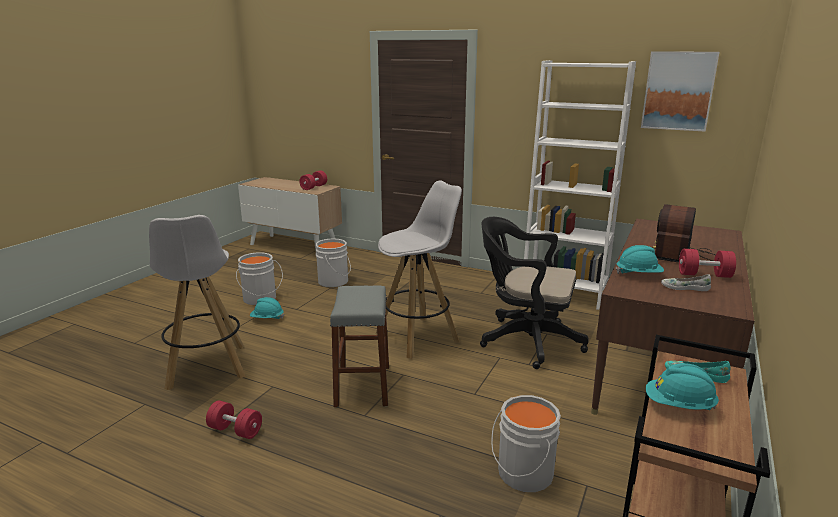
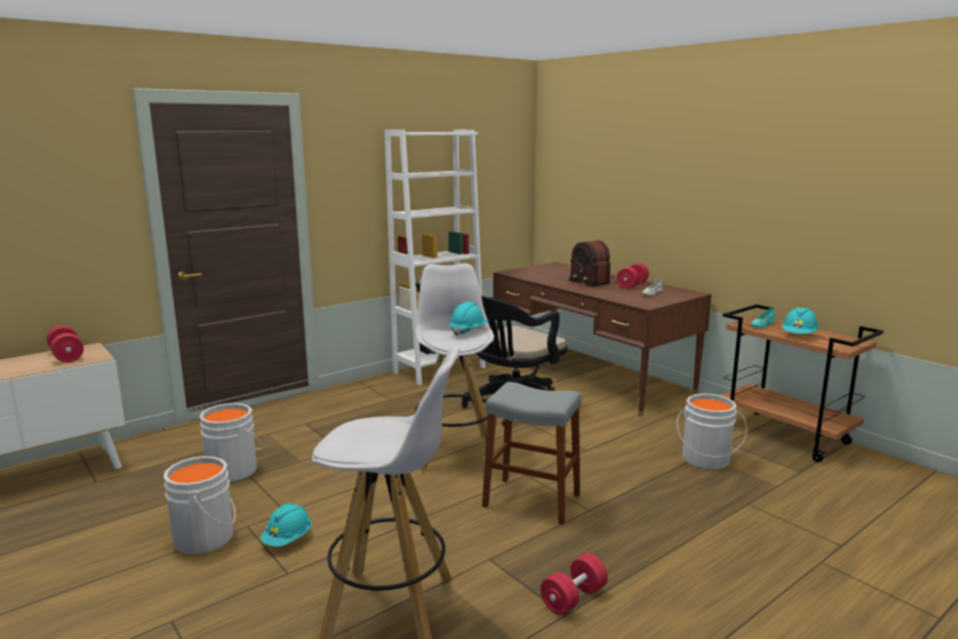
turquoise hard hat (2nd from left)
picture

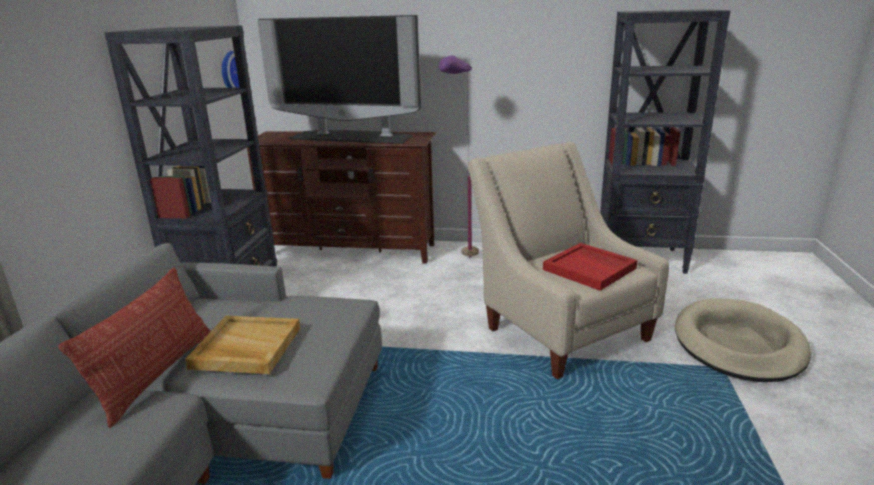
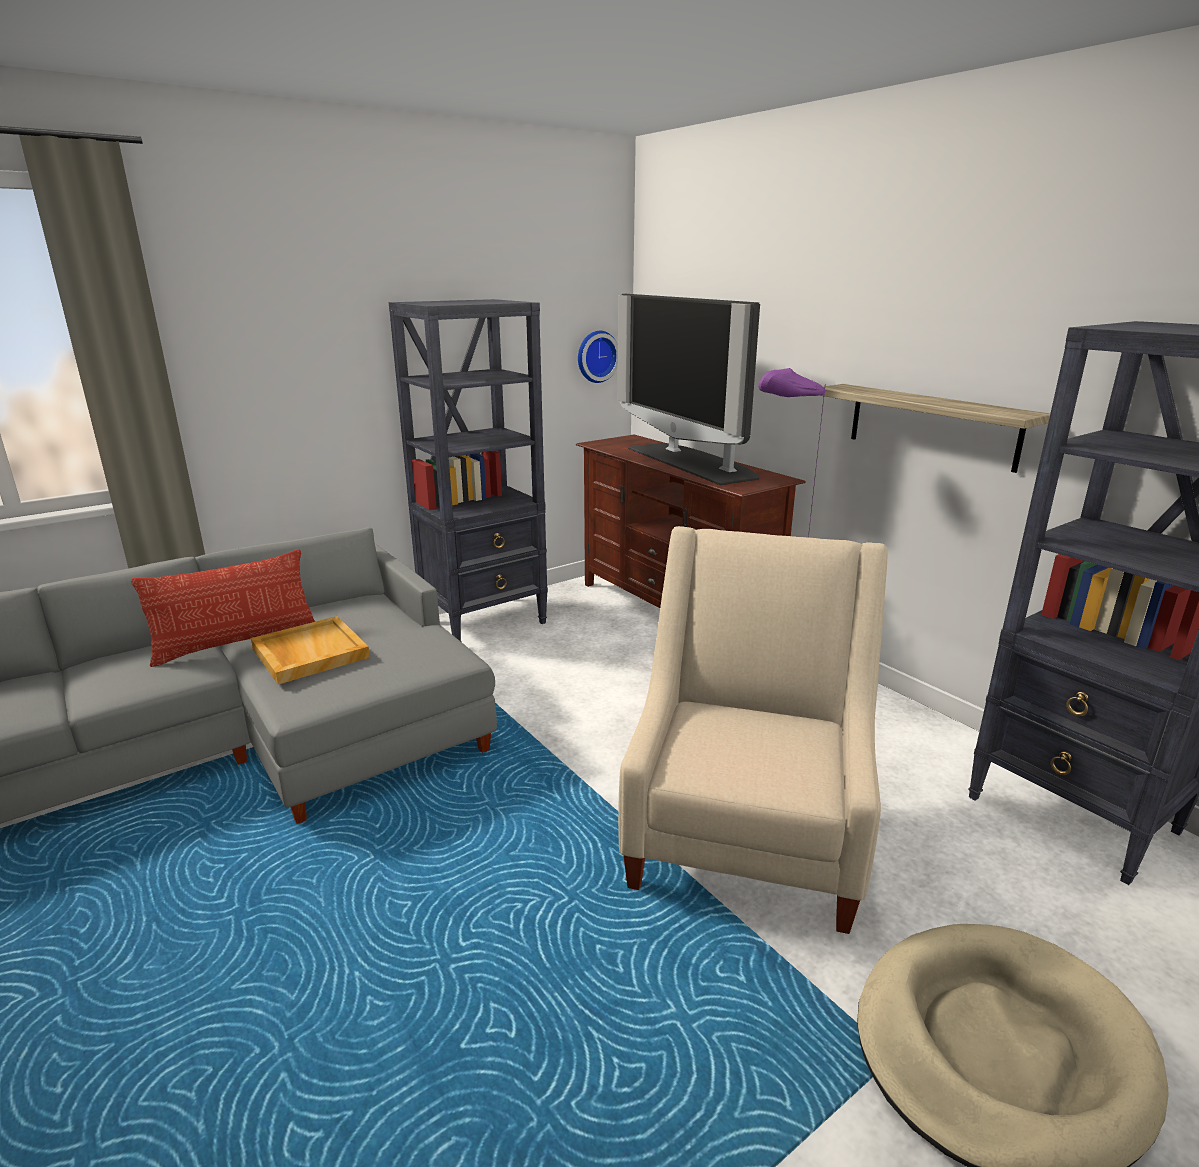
red tray
shelf

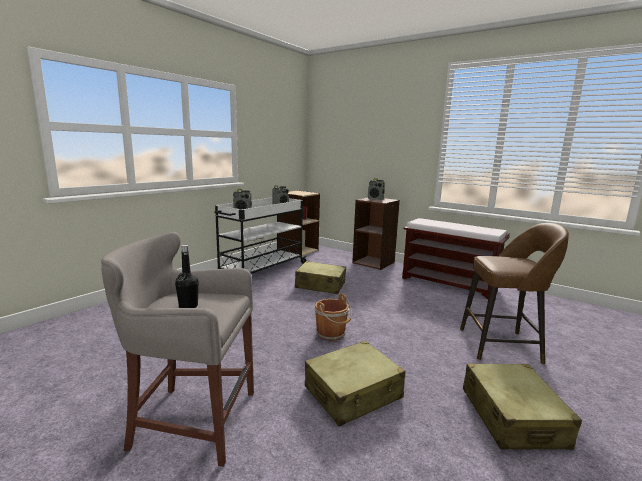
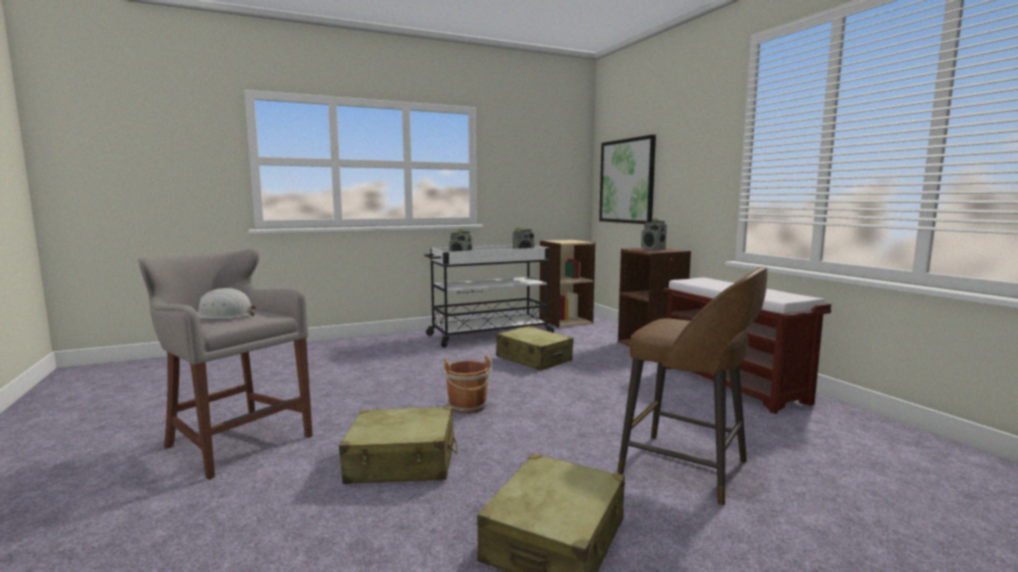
white hard hat
picture

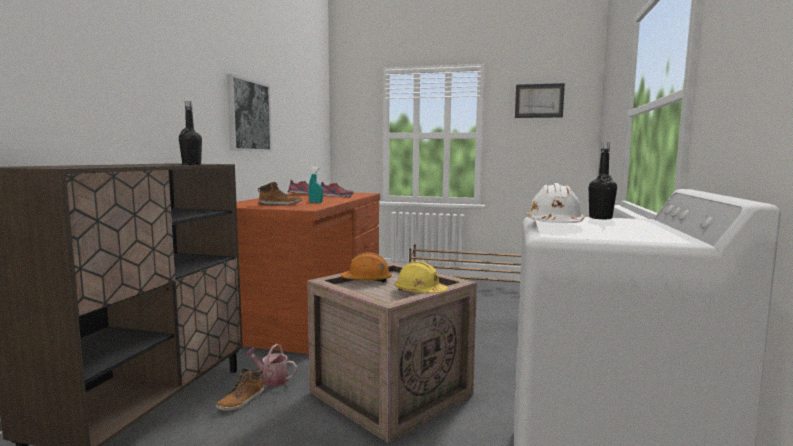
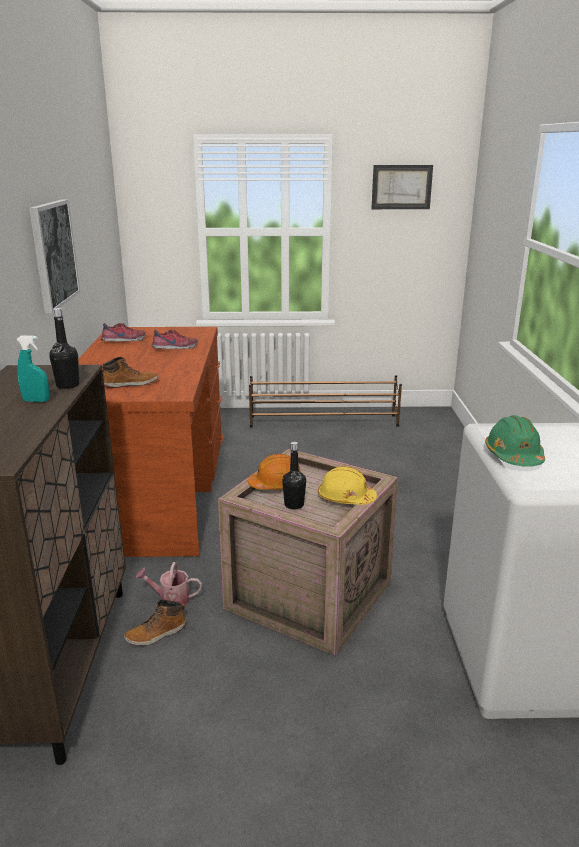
boot (2nd from left)
turquoise spray bottle
green hard hat
black bottle (2nd from left)

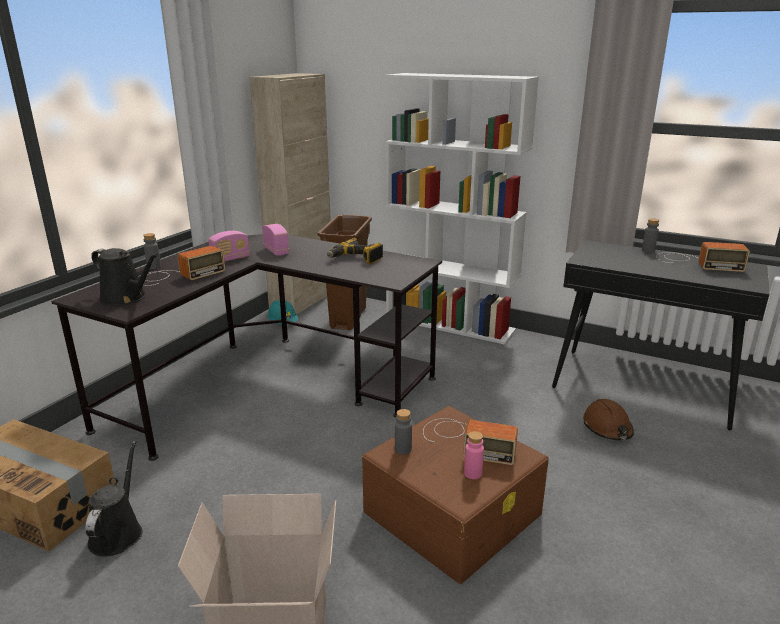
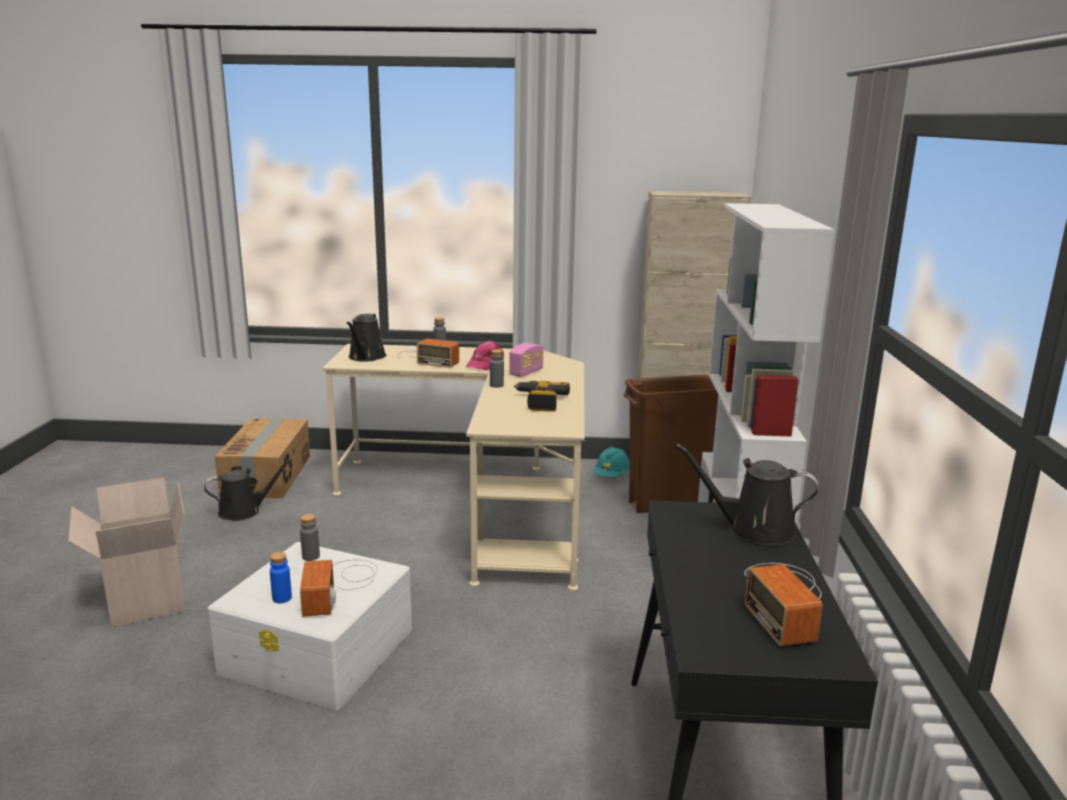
beige desk
pink cap
white storage box
blue bottle
brown hard hat
grey bottle (3rd from left)
black watering can (3rd from left)

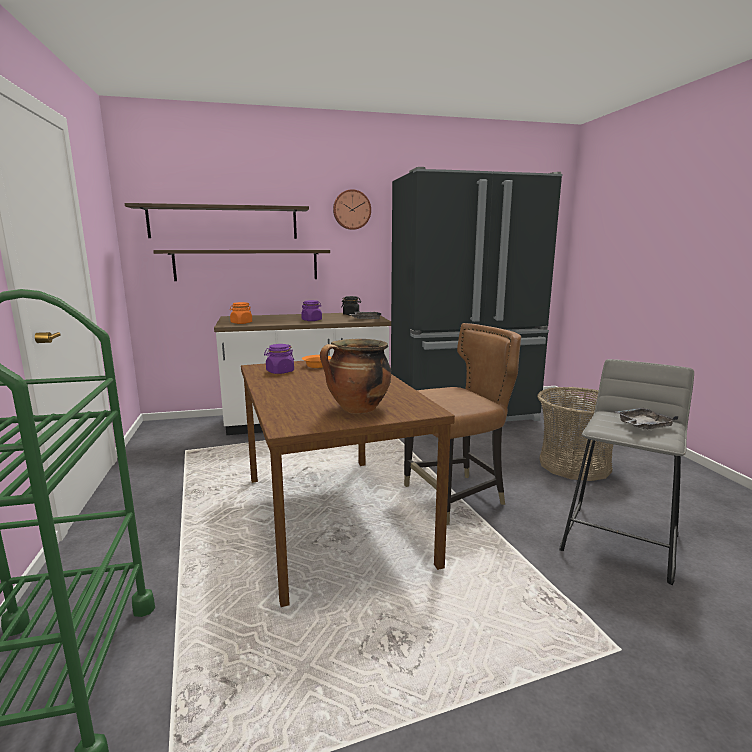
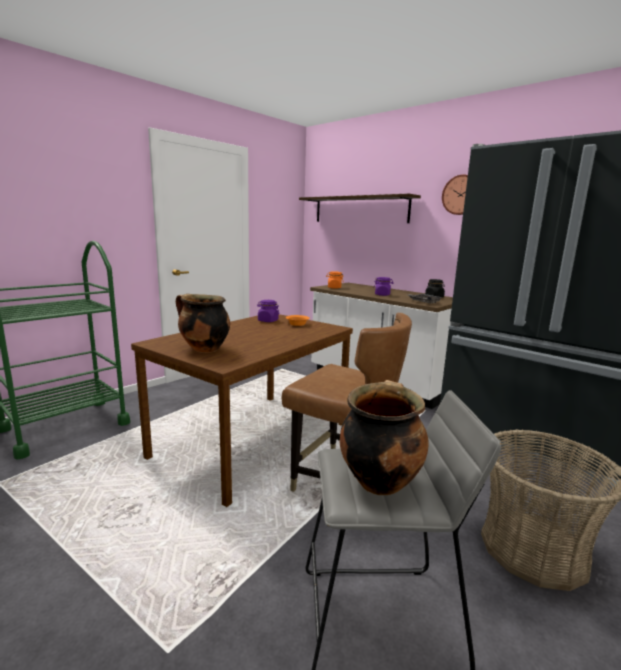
shelf (2nd from left in the first image)
cooking pot (2nd from left)

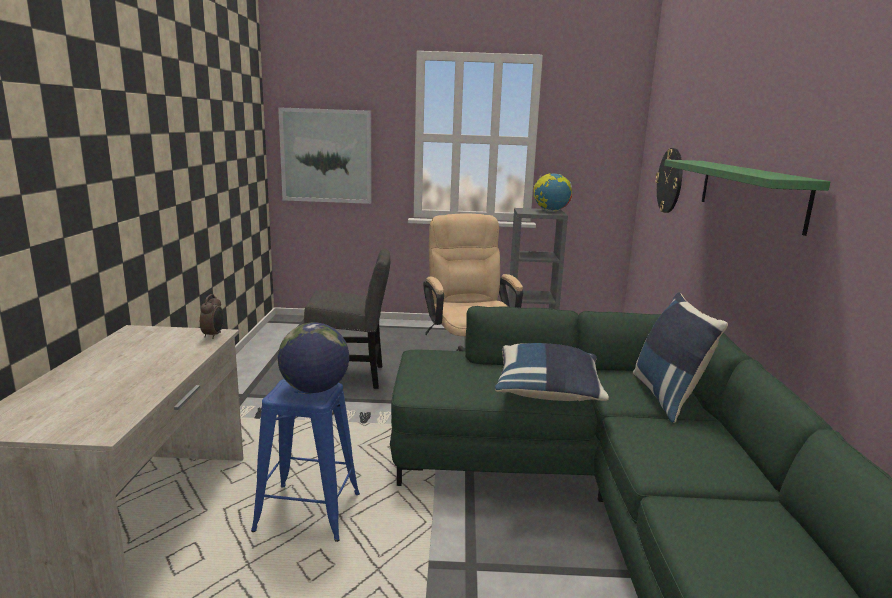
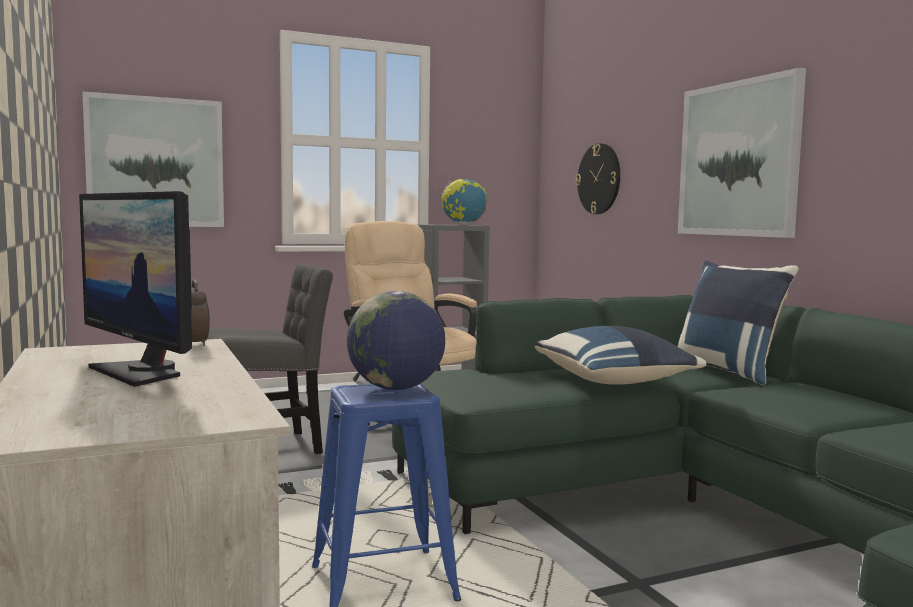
picture (2nd from left)
monitor

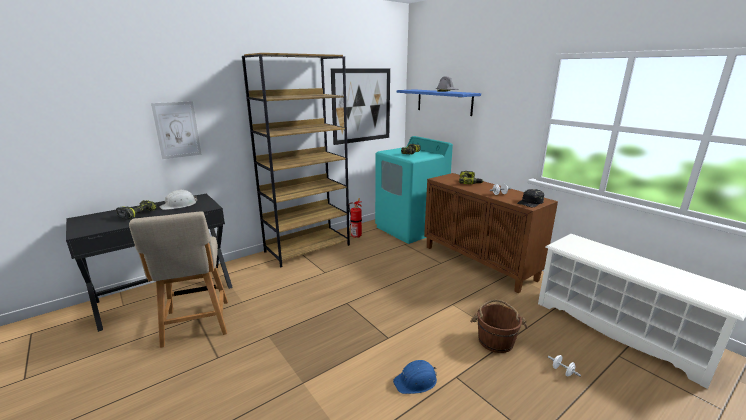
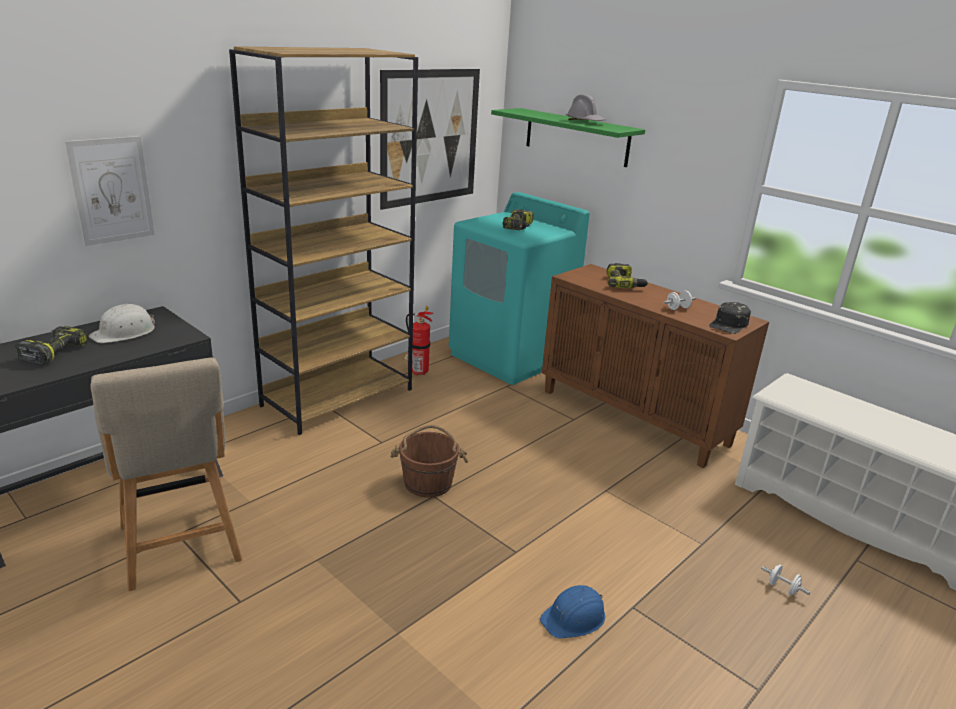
green shelf
brown bucket

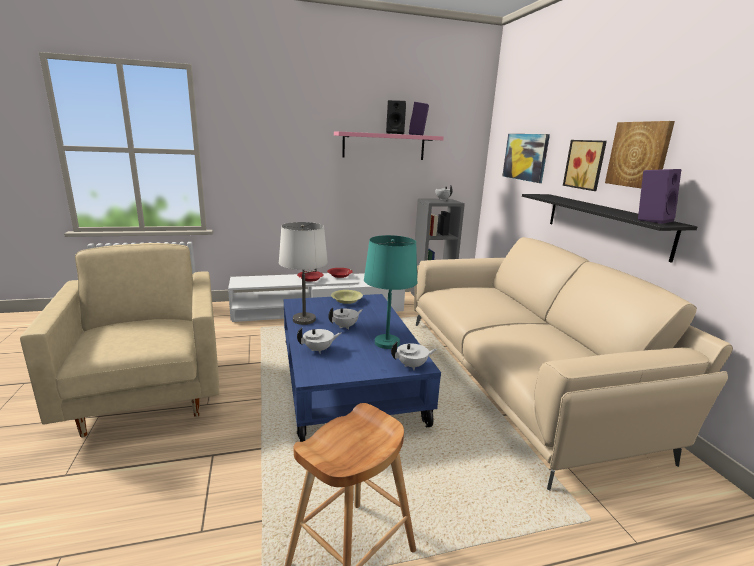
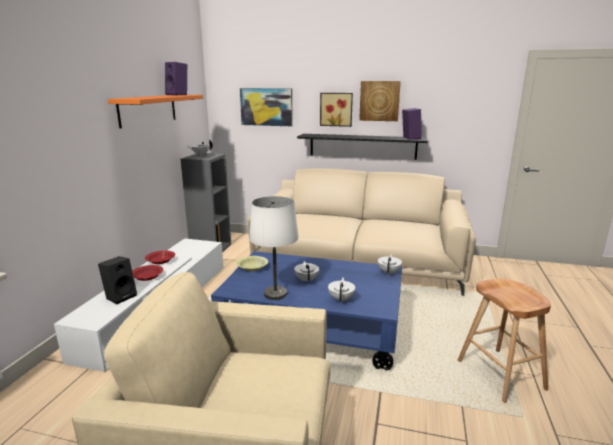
orange shelf
turquoise table lamp
black speaker

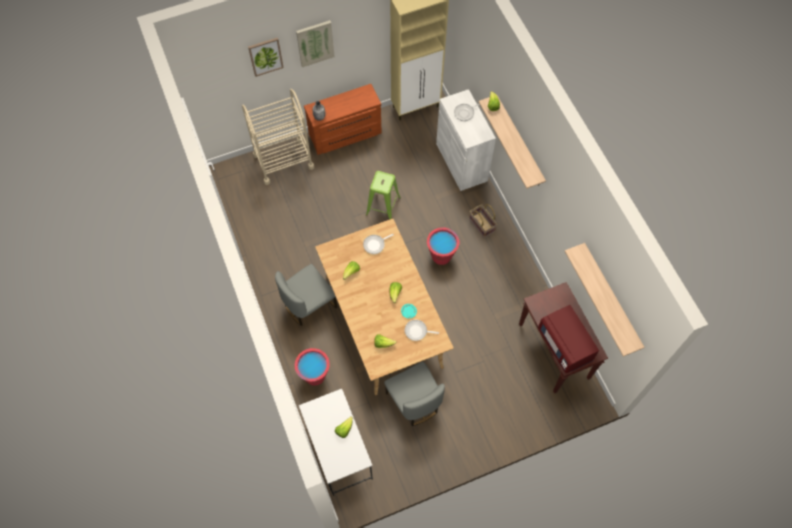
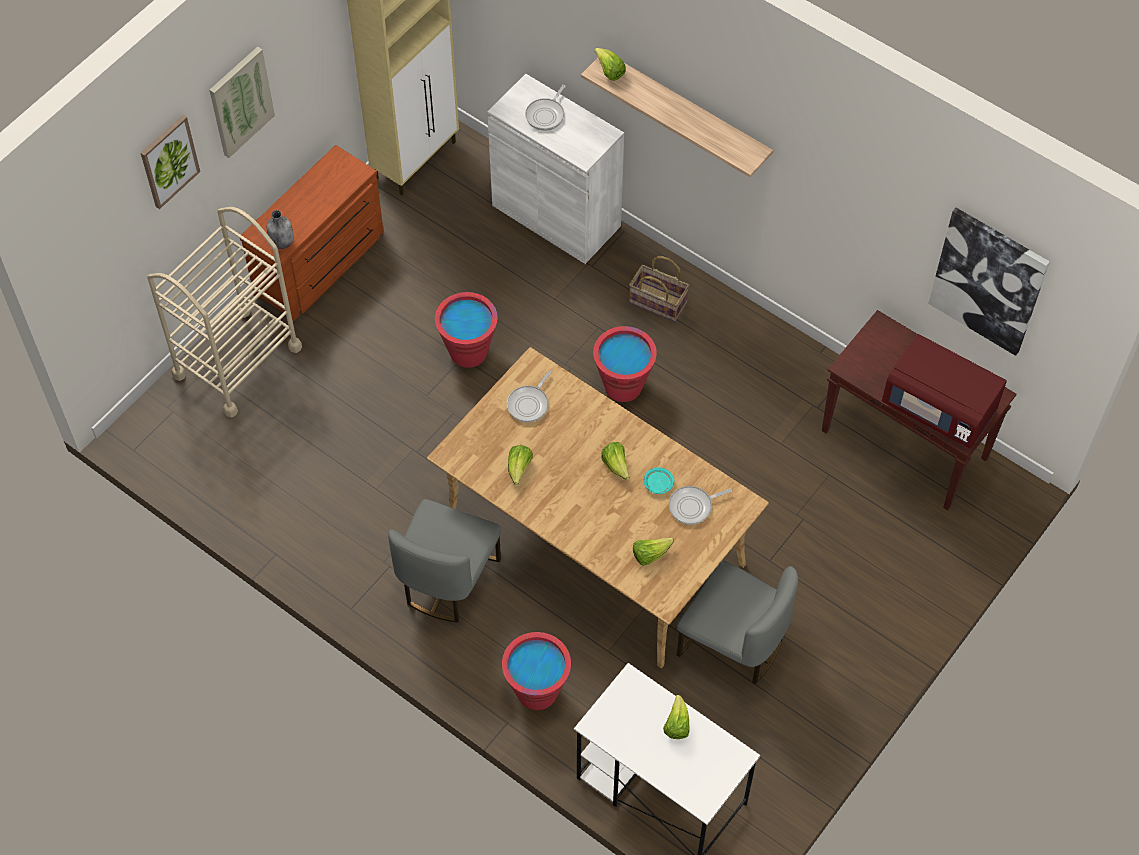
red bucket (1st from left)
picture (3rd from left)

